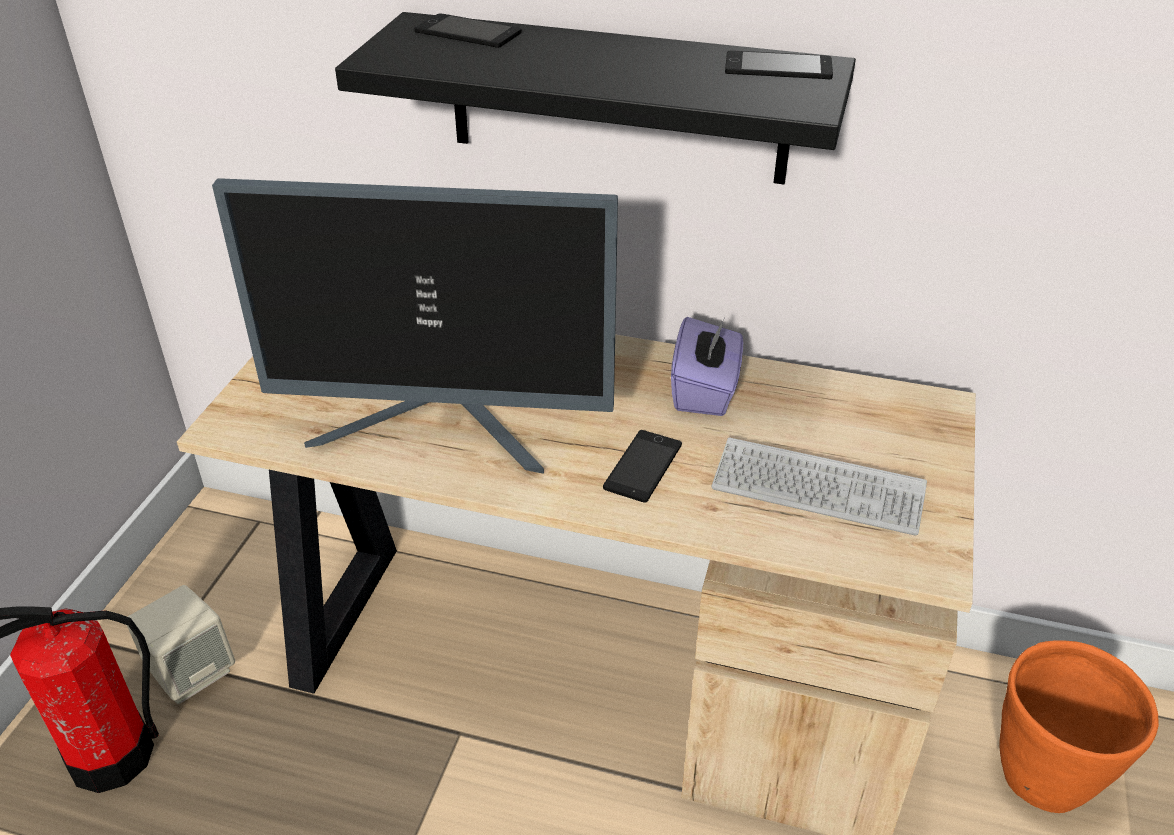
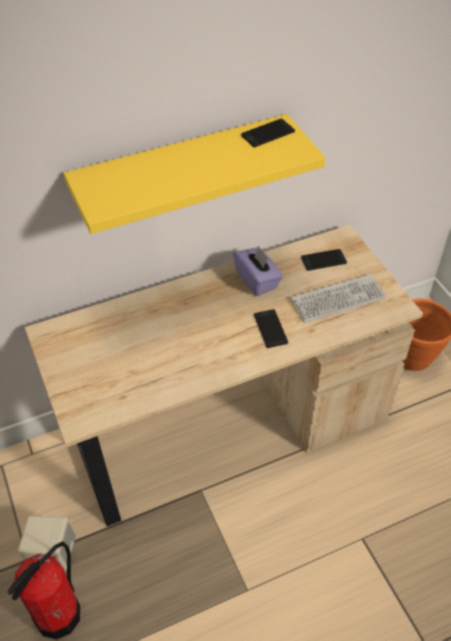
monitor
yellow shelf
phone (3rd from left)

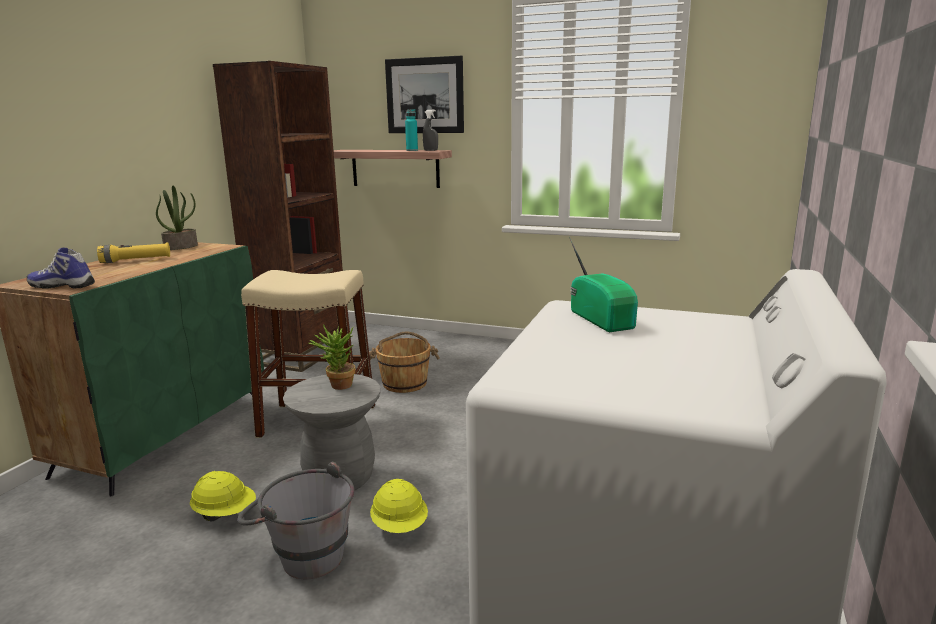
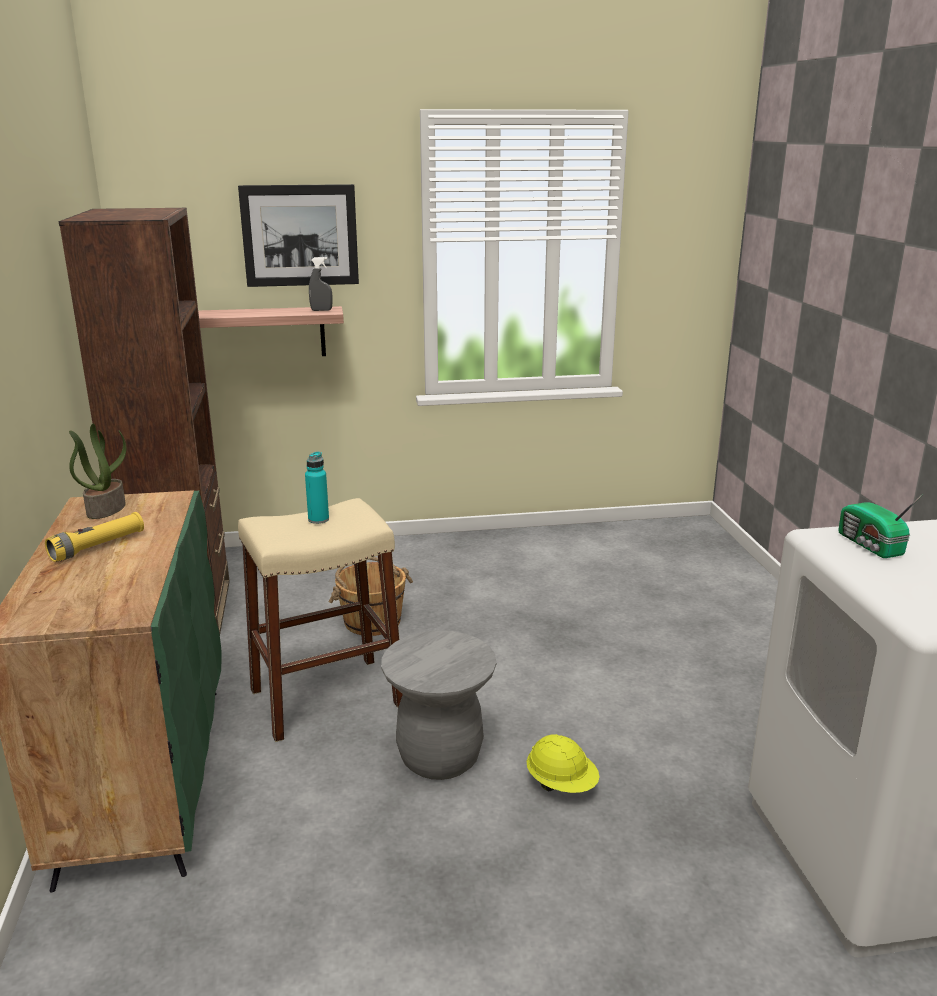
shoe
yellow hard hat (1st from left in the first image)
grey bucket
potted plant (2nd from left in the first image)
turquoise bottle
radio

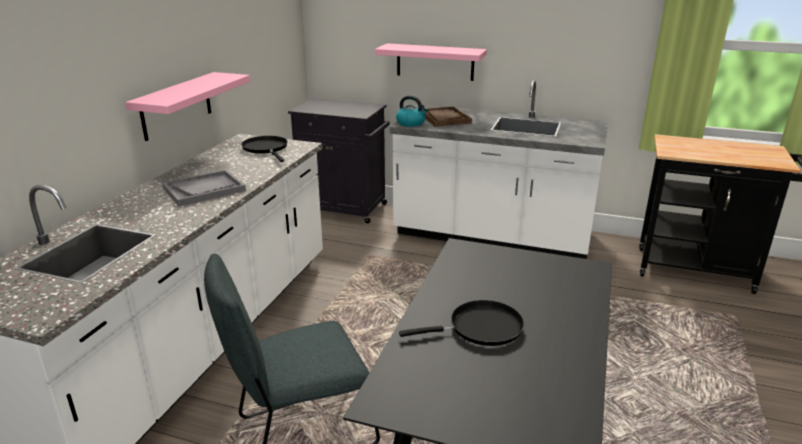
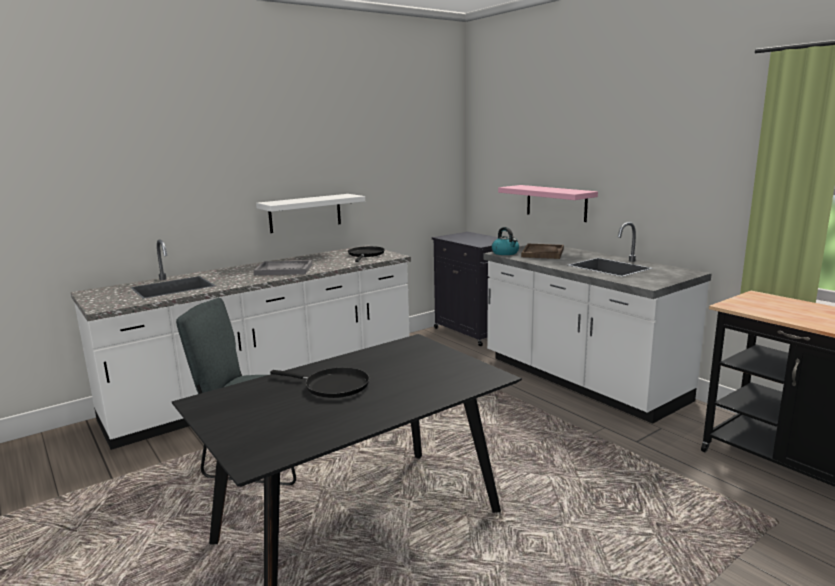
white shelf

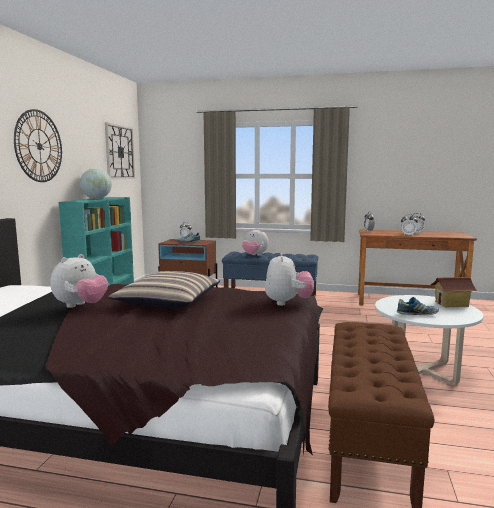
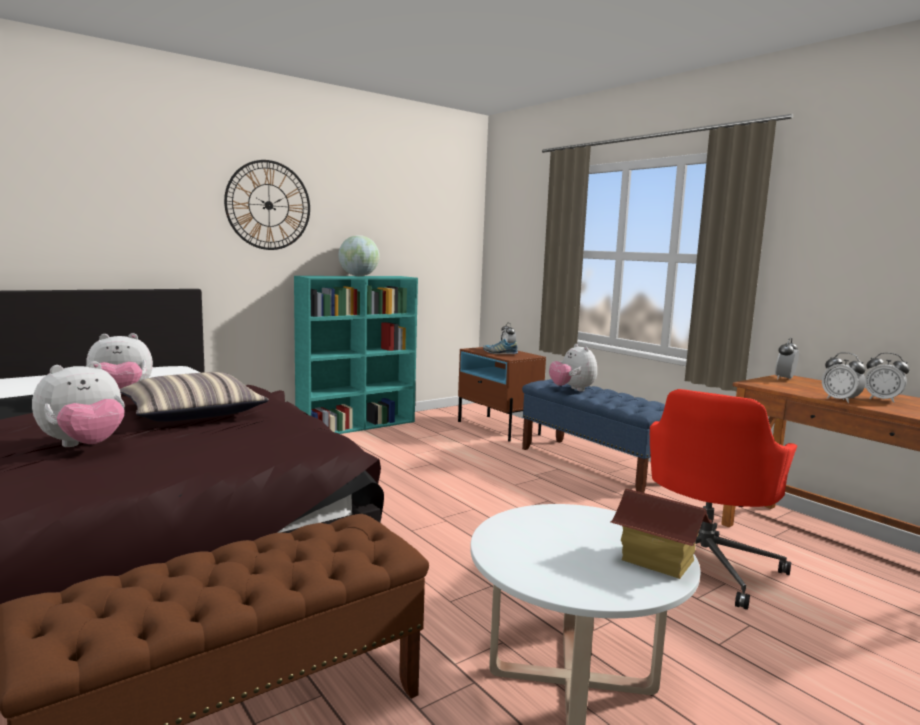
wall clock (2nd from left in the first image)
plush toy (1st from left)
shoe (2nd from left in the first image)
red office chair

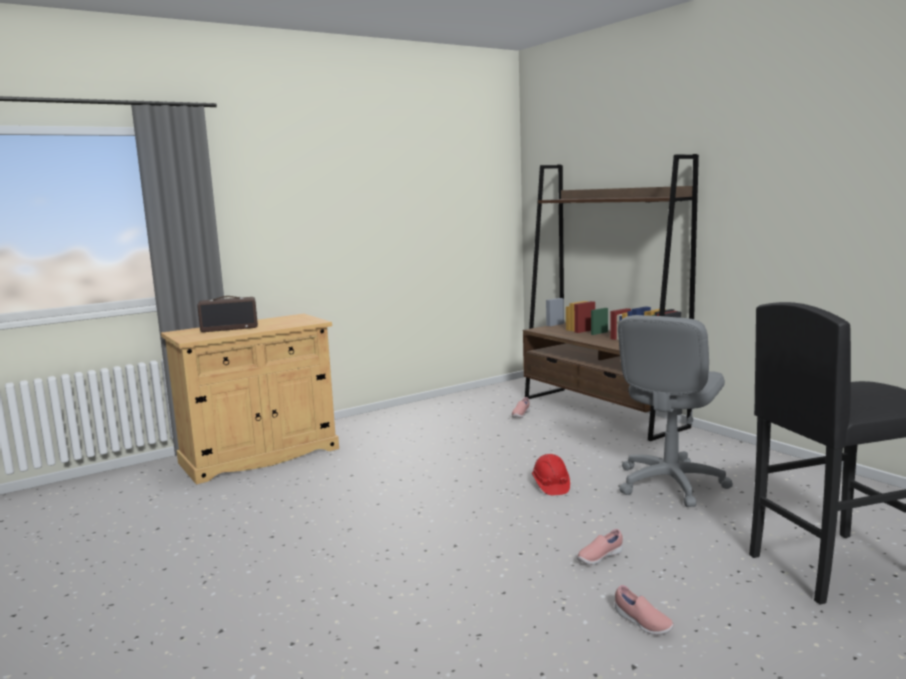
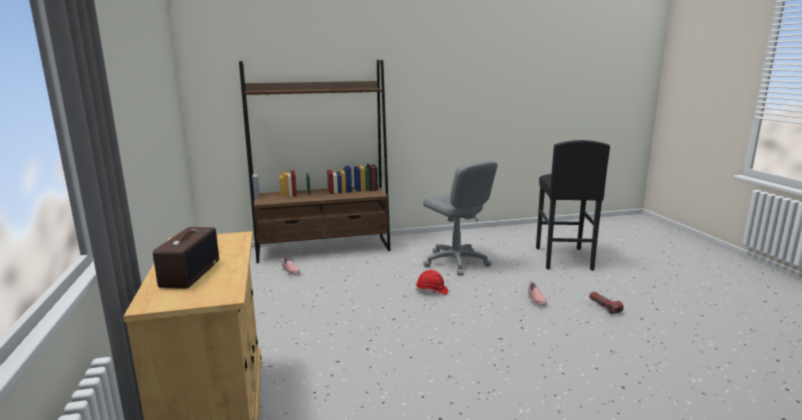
flashlight

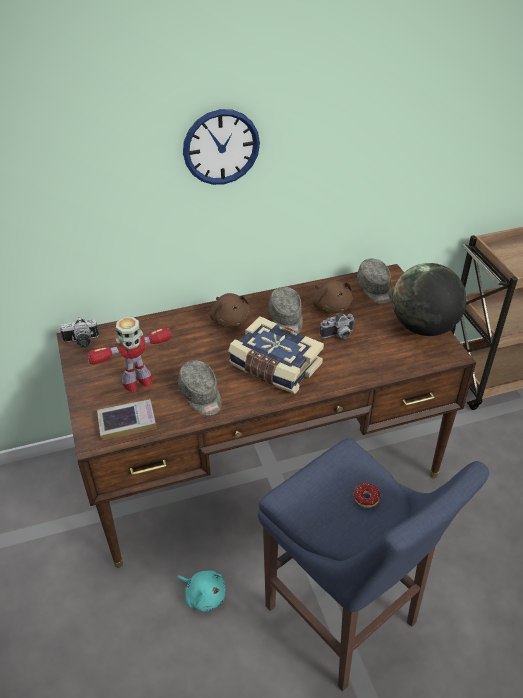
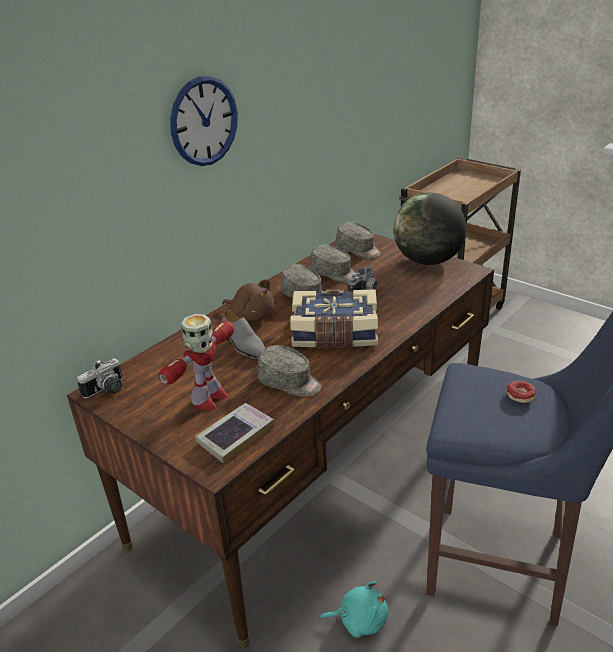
grey cap (3rd from left)
grey shoe

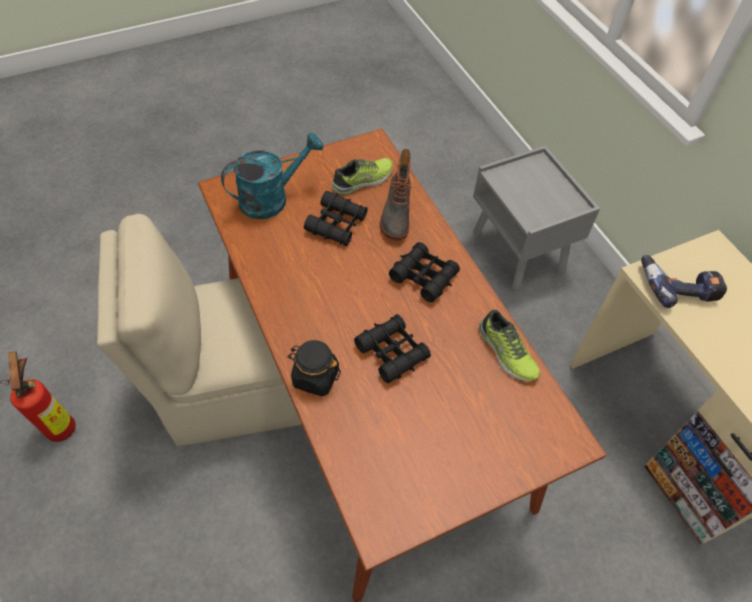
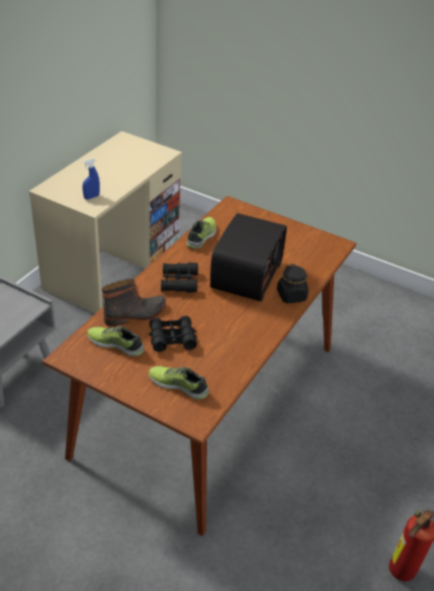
beige chair
shoe (2nd from left)
radio
blue spray bottle

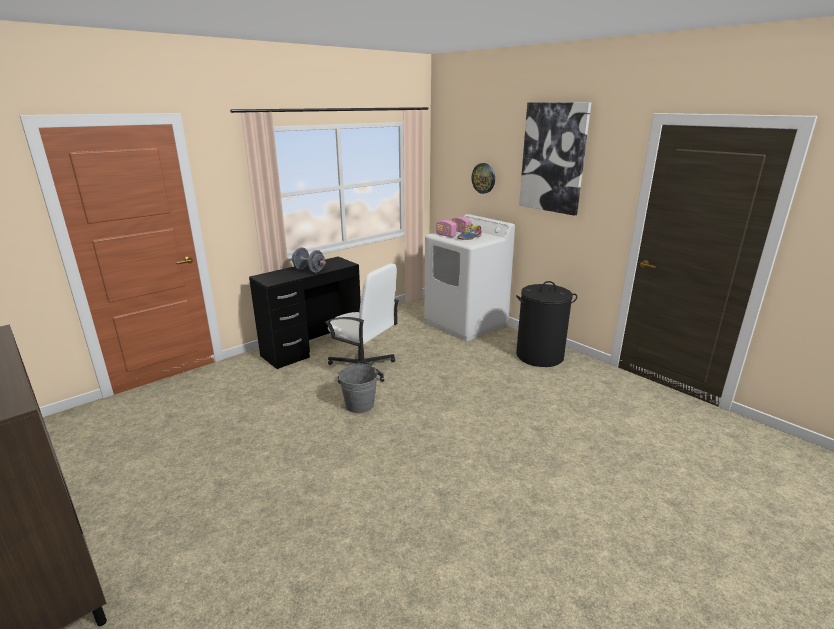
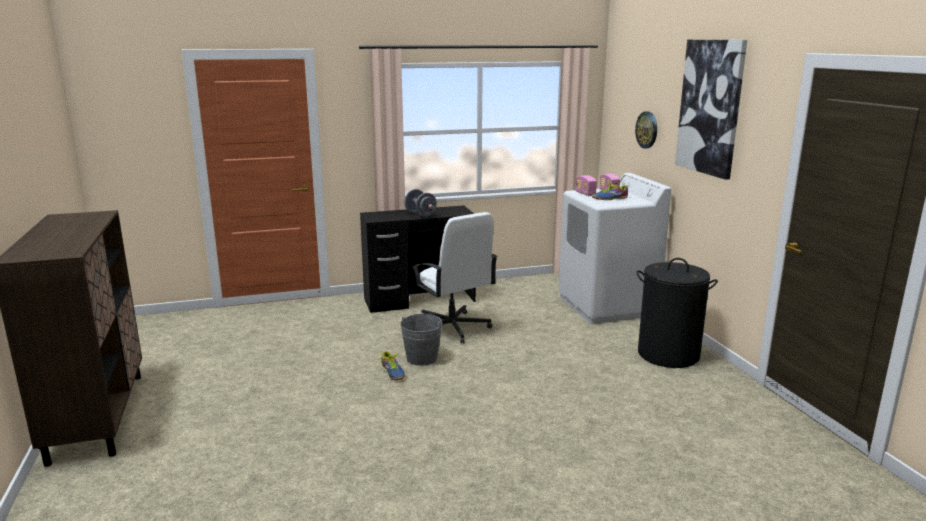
shoe (1st from left)

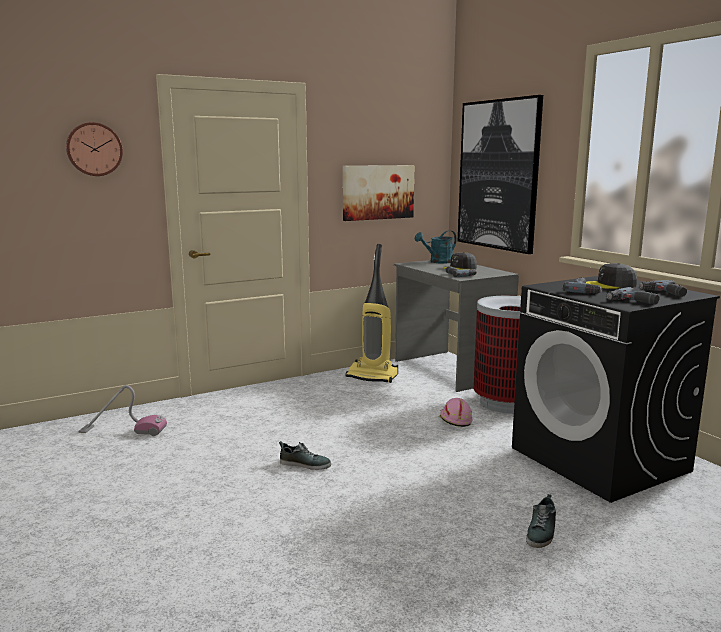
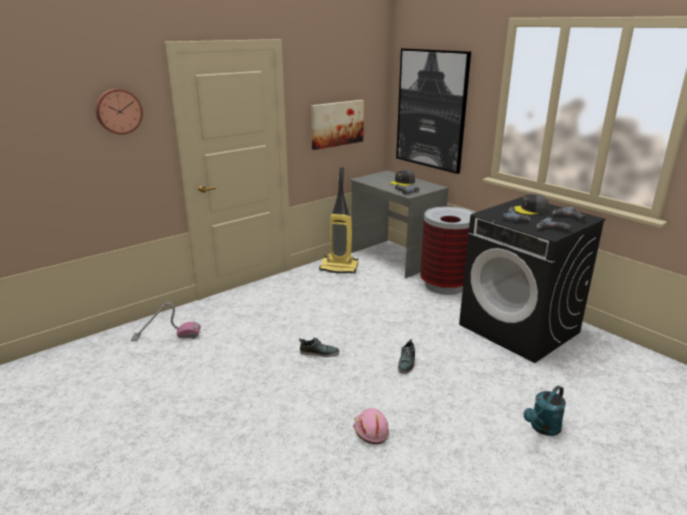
turquoise watering can
pink hard hat
shoe (2nd from left)

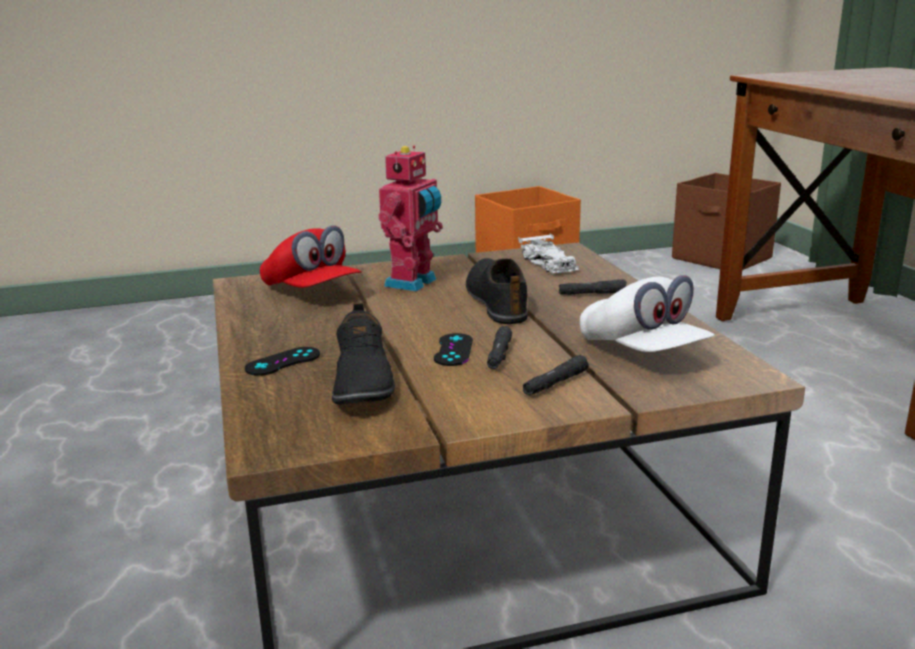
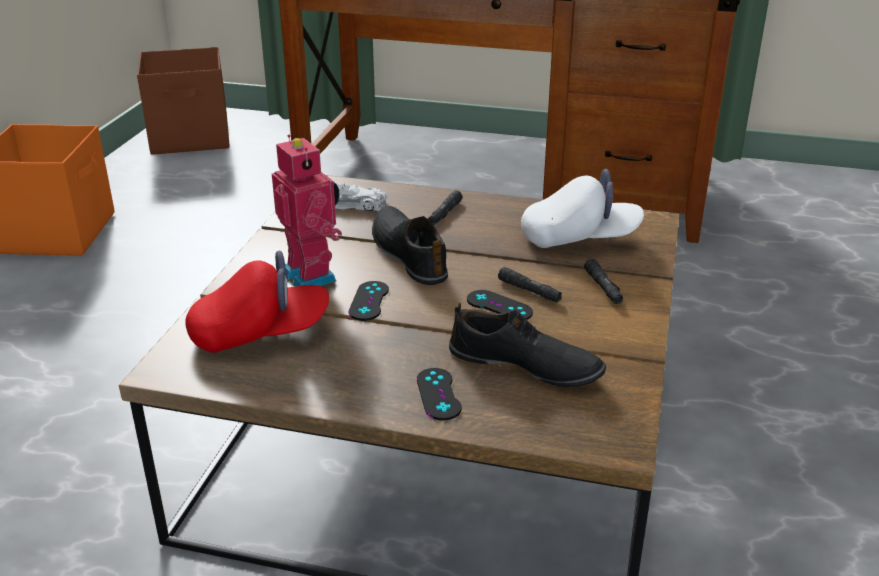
black shoe (1st from left)
black game controller (1st from left)

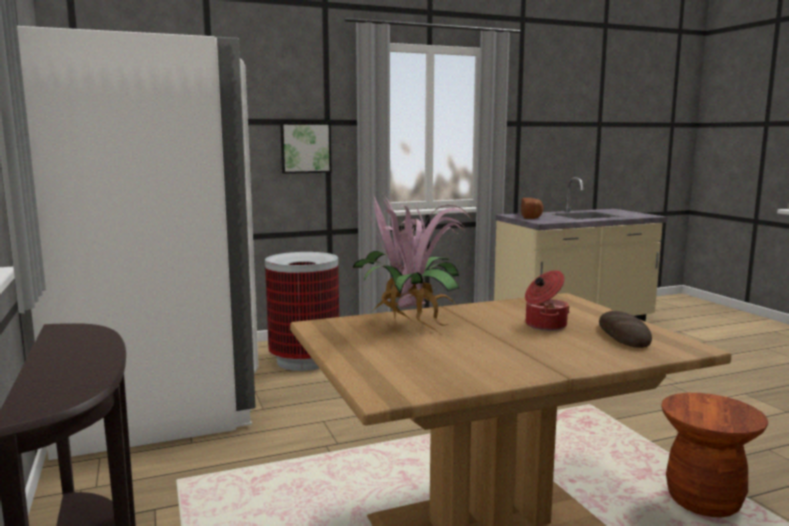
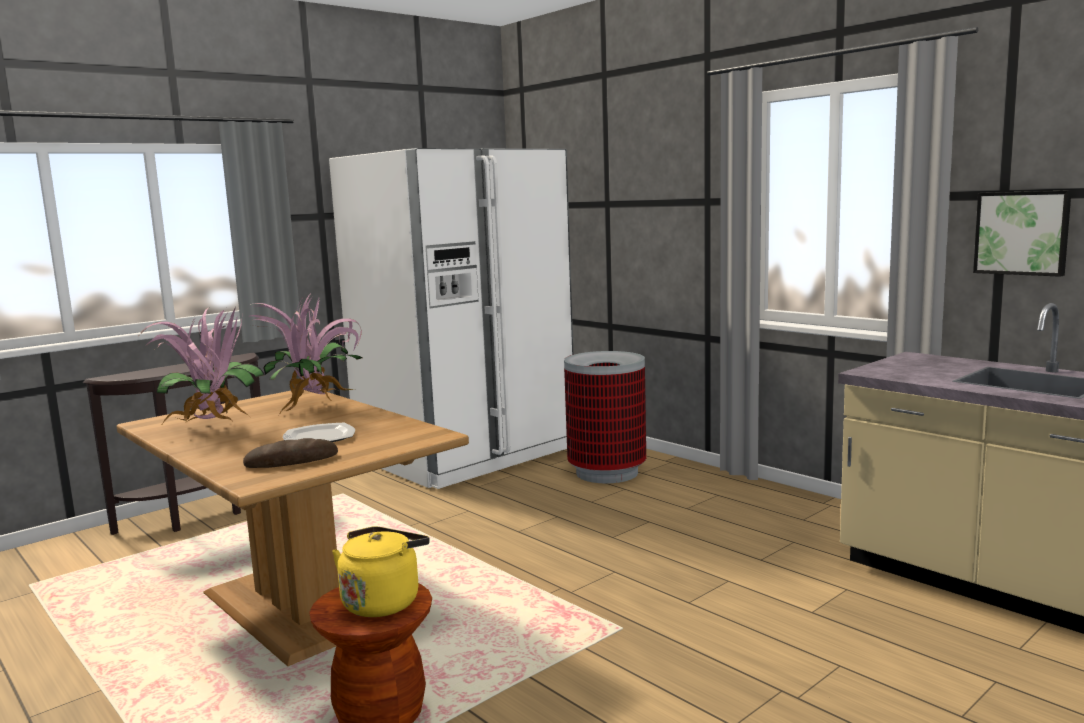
picture
bread (1st from left in the first image)
plate
potted plant (1st from left)
yellow kettle

